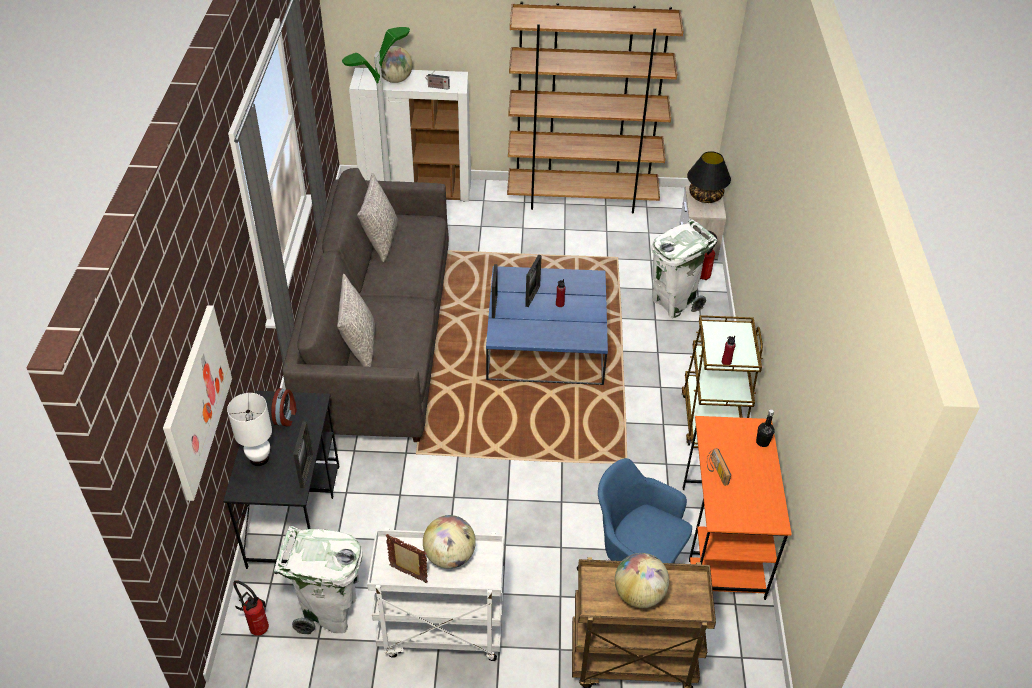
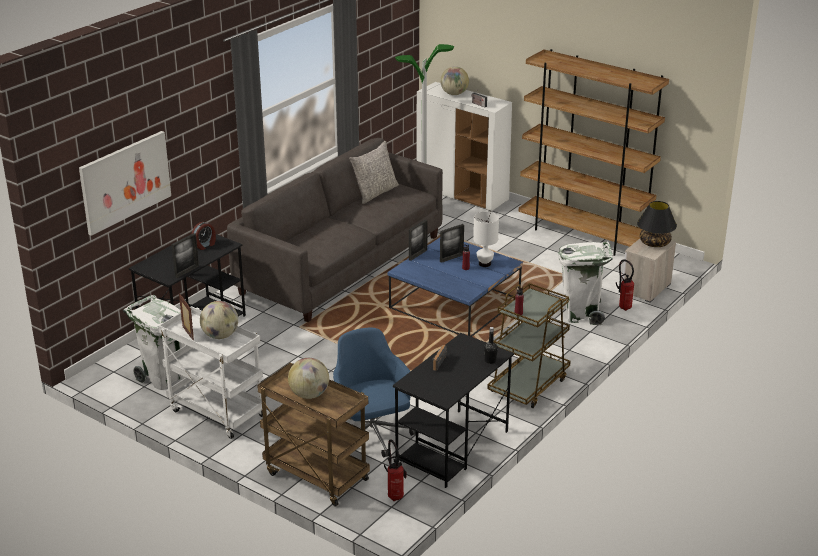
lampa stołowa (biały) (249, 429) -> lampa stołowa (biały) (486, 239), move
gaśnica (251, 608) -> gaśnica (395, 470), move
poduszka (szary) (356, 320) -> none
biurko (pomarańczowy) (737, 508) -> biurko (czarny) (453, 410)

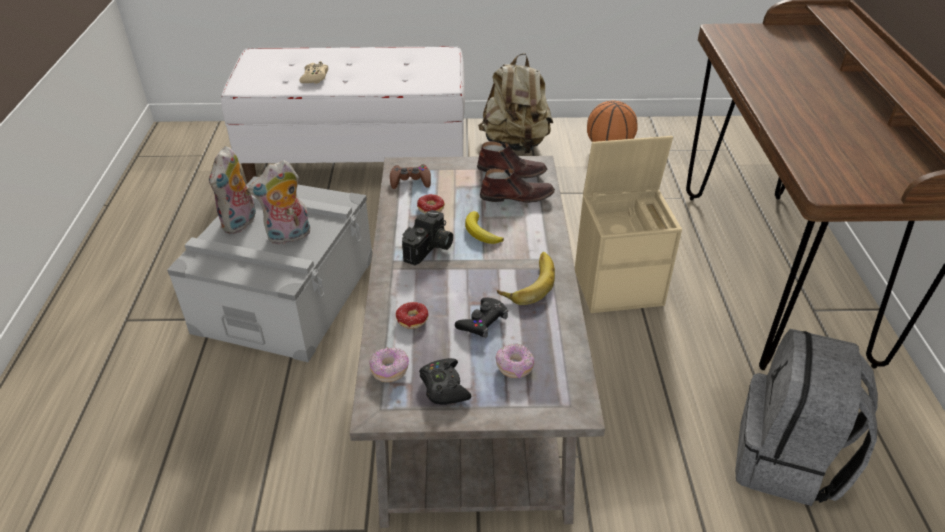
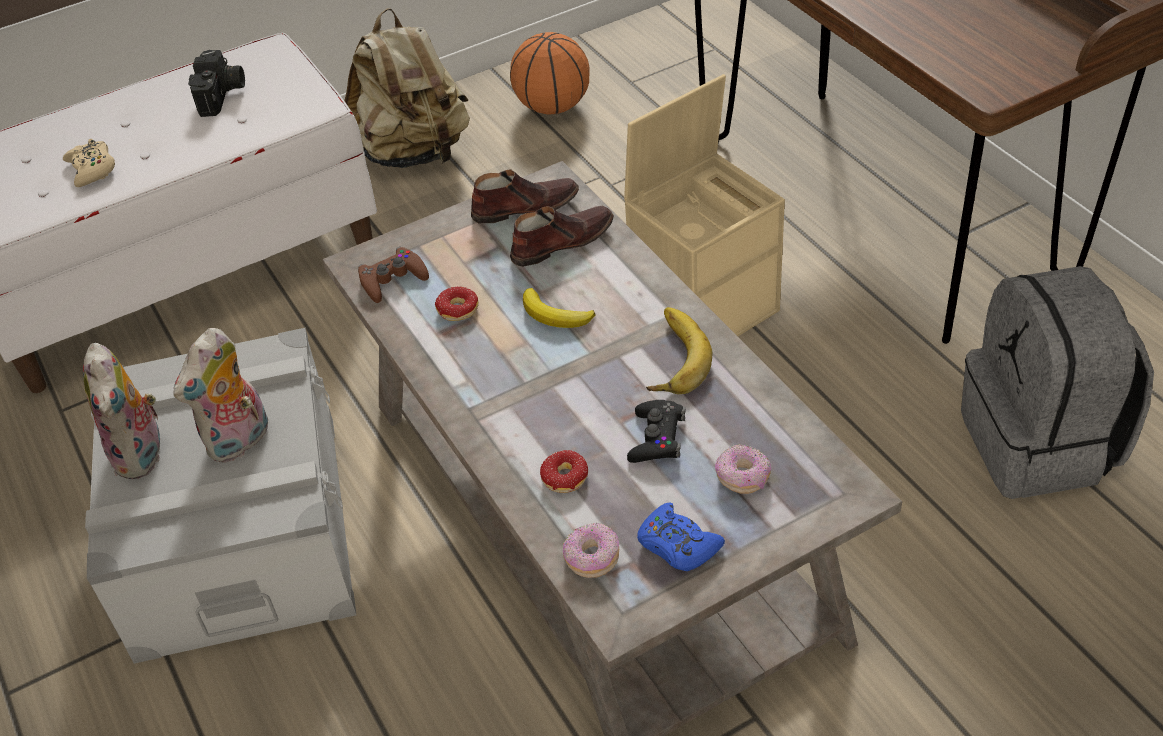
aparat fotograficzny (427, 237) -> aparat fotograficzny (216, 83), move
pad do gier (czarny) (445, 381) -> pad do gier (niebieski) (681, 536)

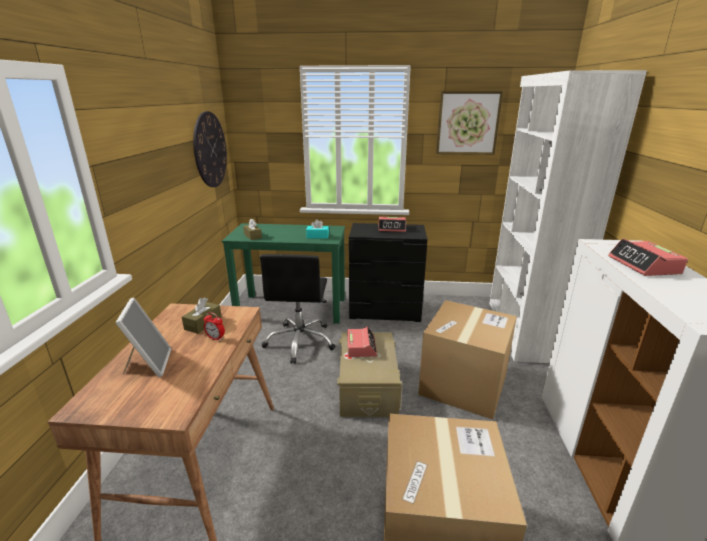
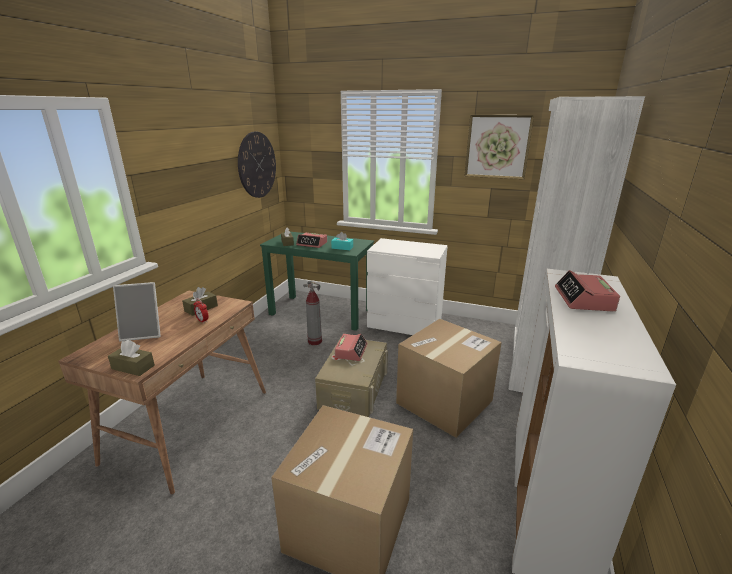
ramka na zdjęcie (143, 337) -> ramka na zdjęcie (137, 311), 75 degrees clockwise
krzesło biurowe (czarny) (298, 309) -> gaśnica (312, 313)
komoda (czarny) (388, 272) -> komoda (biały) (407, 286)
budzik (392, 224) -> budzik (311, 240), move
none -> pudełko chusteczek (brązowy) (131, 358)

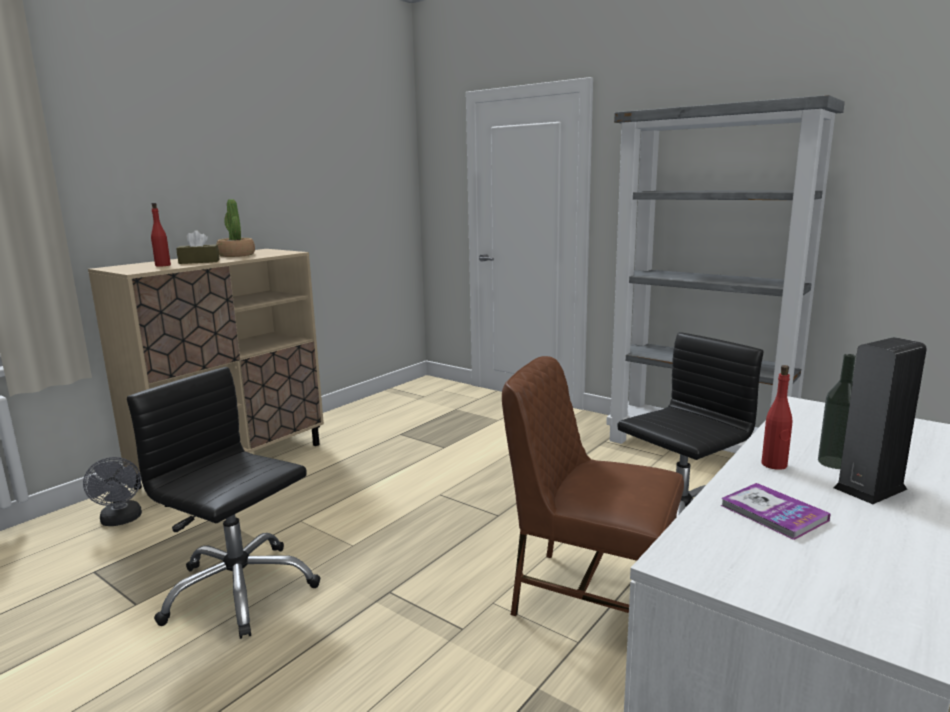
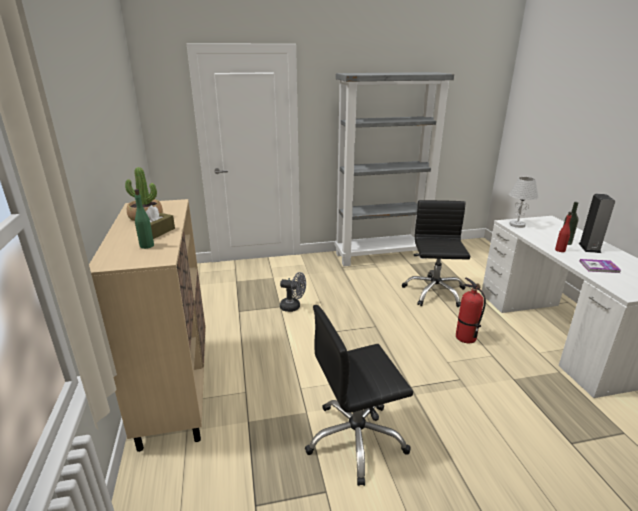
wentylator (szary) (112, 491) -> wentylator (szary) (293, 292), move
butelka (czerwony) (161, 235) -> butelka (zielony) (144, 219)
krzesło (brązowy) (593, 486) -> gaśnica (471, 310)
none -> lampa stołowa (biały) (523, 202)

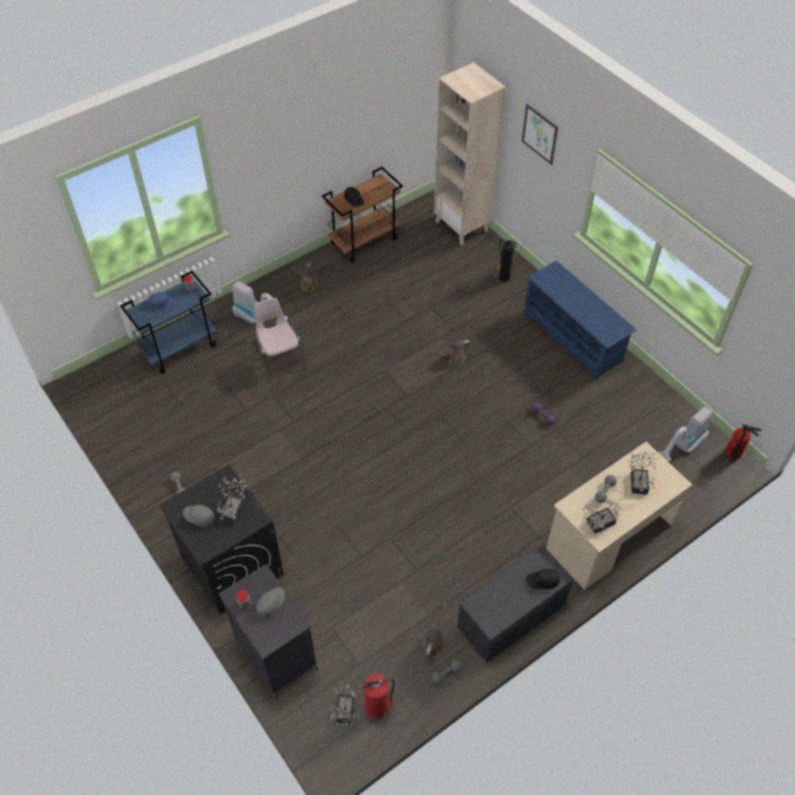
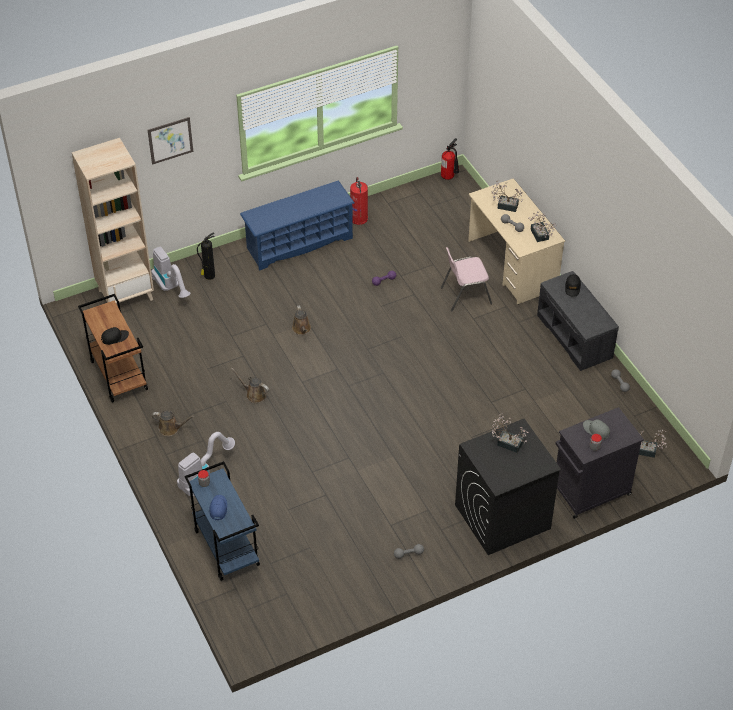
czapka z daszkiem (szary) (199, 516) -> none
krzesło (różowy) (281, 340) -> krzesło (różowy) (466, 279), move
gaśnica (378, 696) -> gaśnica (359, 201), move
konewka (brązowy) (433, 630) -> konewka (brązowy) (250, 385), move
odkurzacz (685, 434) -> odkurzacz (171, 272), move

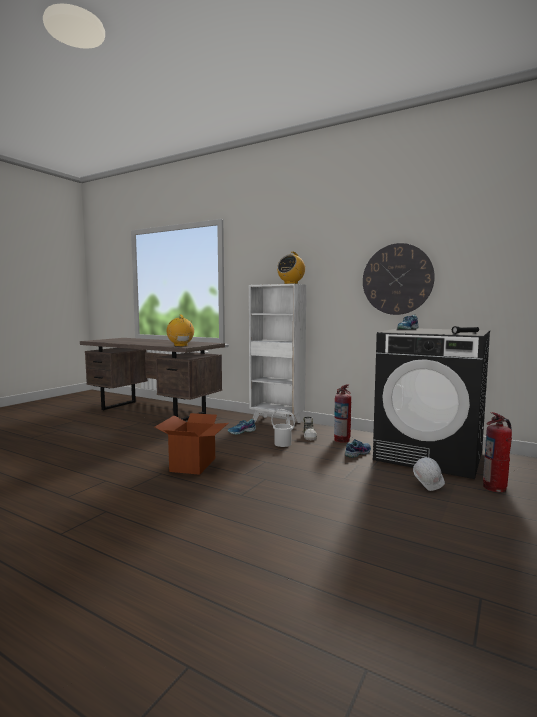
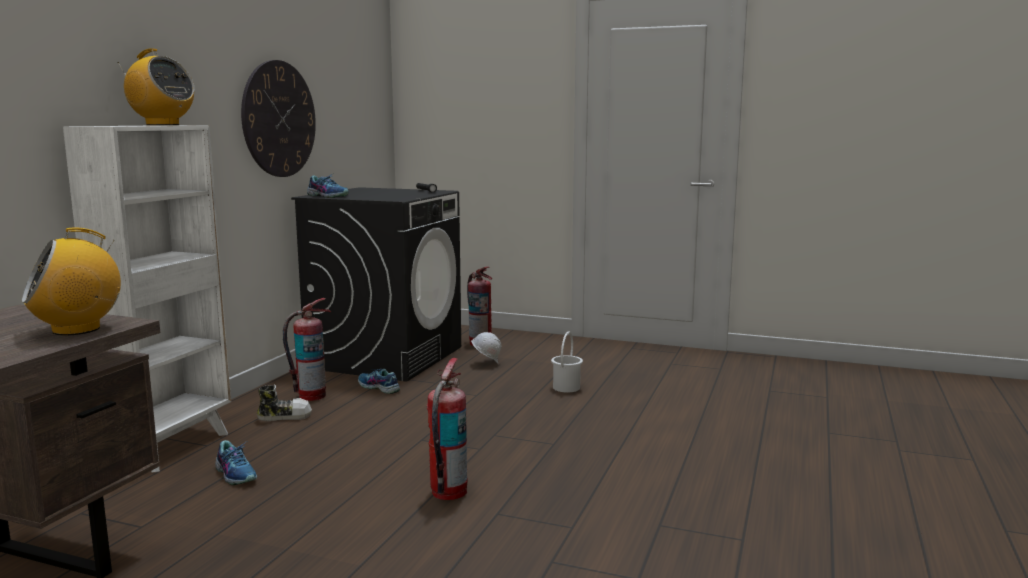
karton (191, 444) -> gaśnica (447, 429)
wiadro (biały) (283, 428) -> wiadro (biały) (567, 361), move

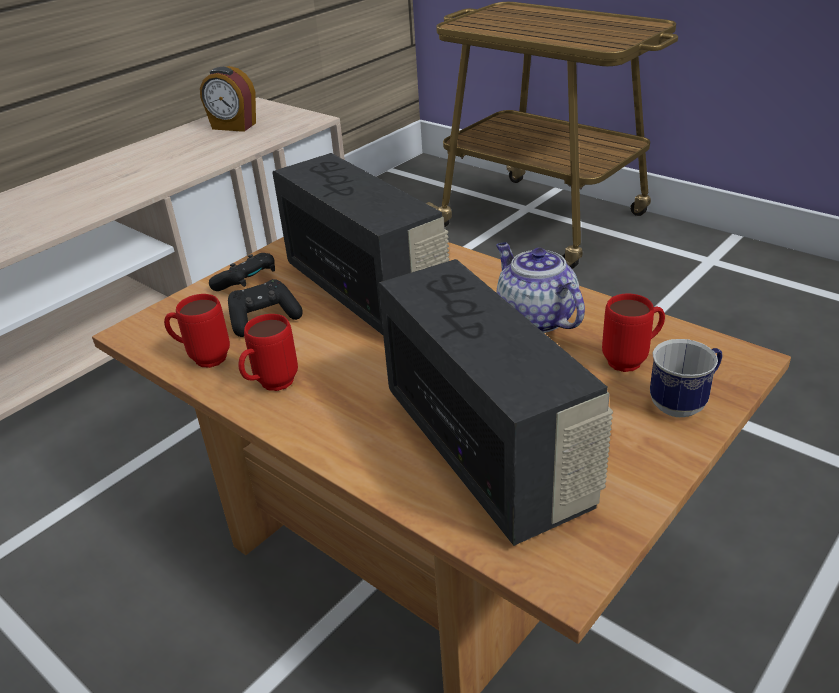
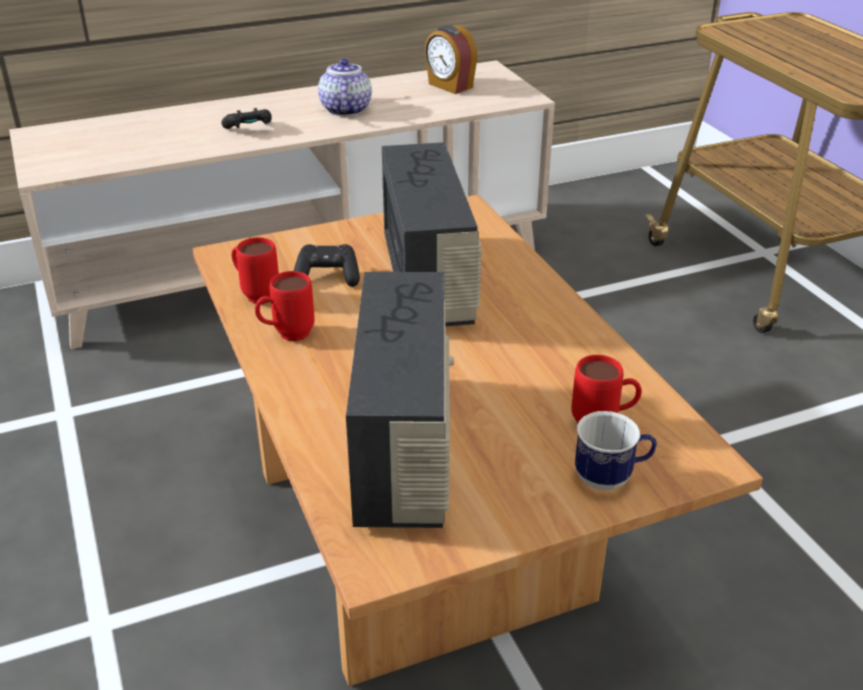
pad do gier (czarny) (242, 272) -> pad do gier (czarny) (246, 118), move
imbryk (540, 287) -> imbryk (345, 87), move

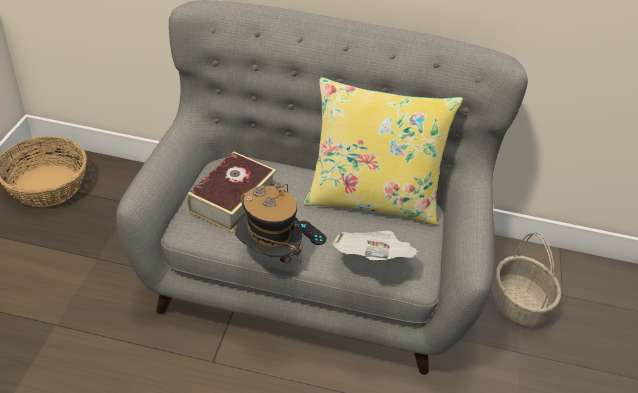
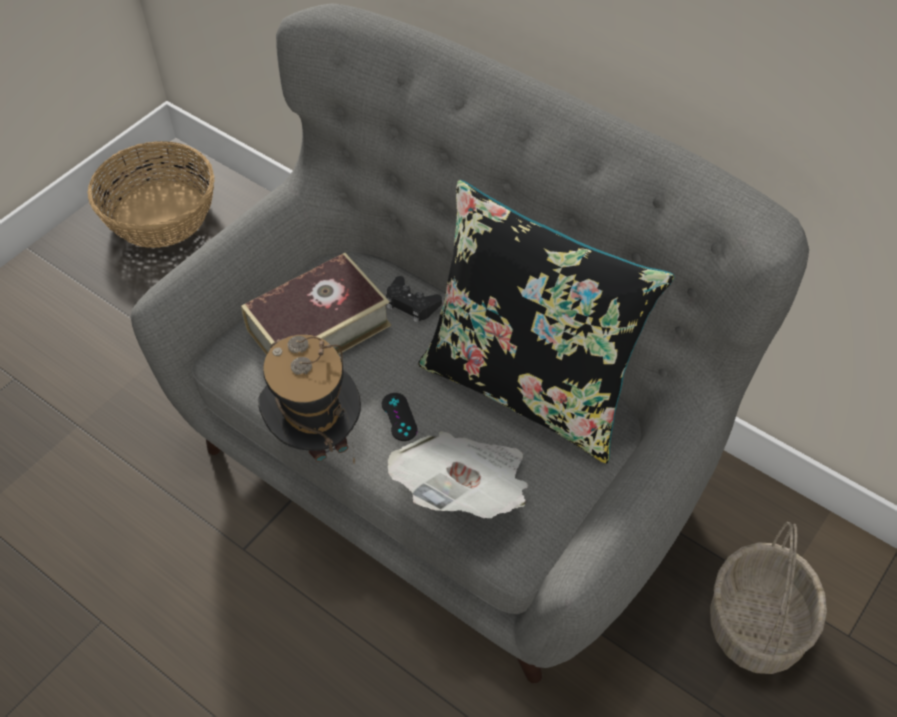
poduszka (żółty) (383, 151) -> poduszka (czarny) (546, 322)
none -> pad do gier (czarny) (414, 299)

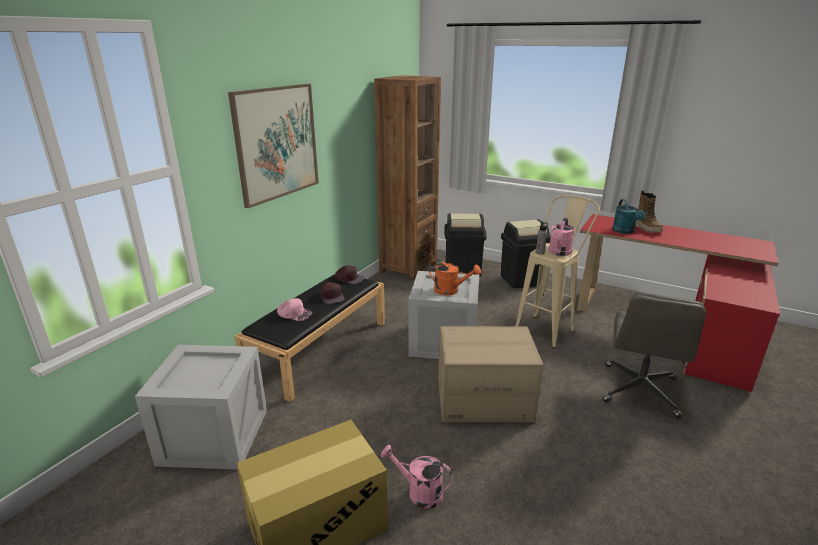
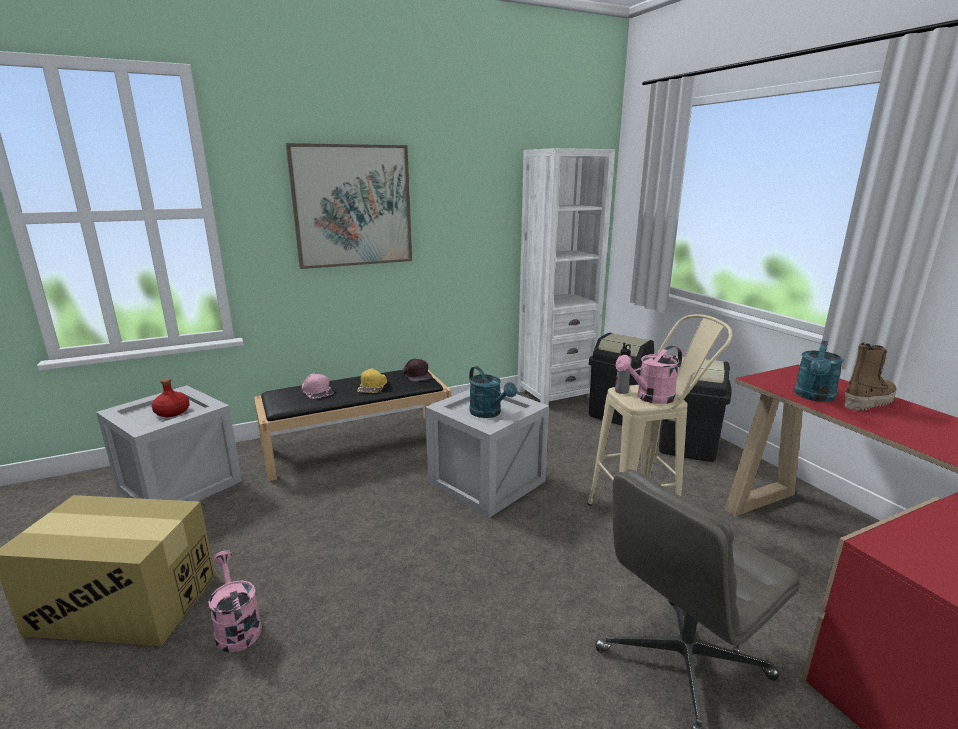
czapka z daszkiem (brązowy) (332, 293) -> czapka z daszkiem (żółty) (372, 380)
regał (brązowy) (407, 178) -> regał (biały) (566, 276)
konewka (pomarańczowy) (454, 277) -> konewka (turkusowy) (493, 392)
karton (490, 374) -> none
but z cholewką (649, 211) -> but z cholewką (870, 377), 135 degrees counterclockwise
none -> butelka (czerwony) (171, 397)

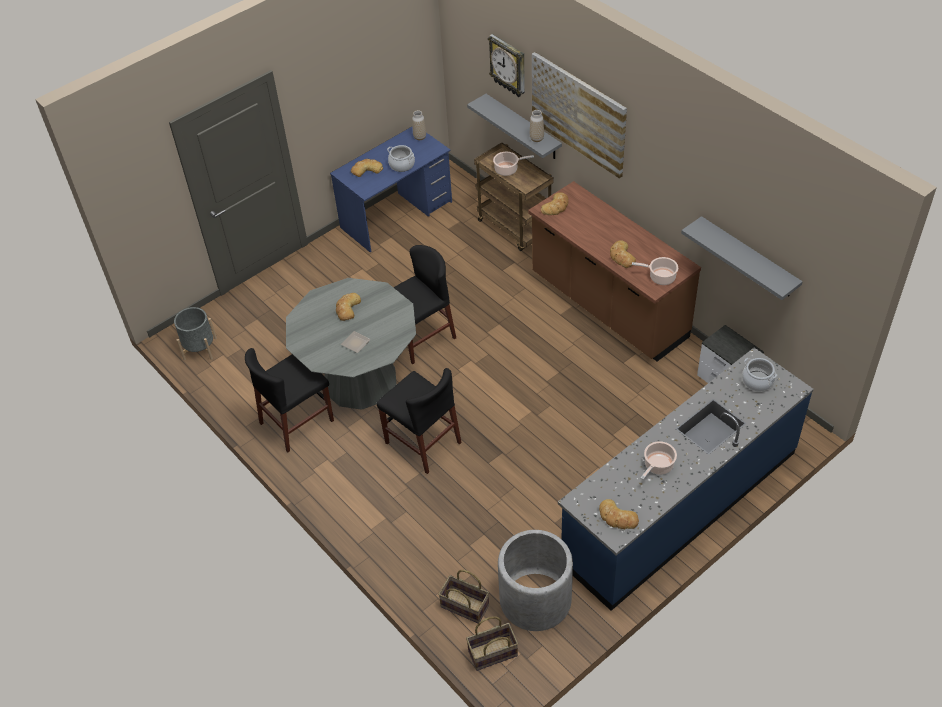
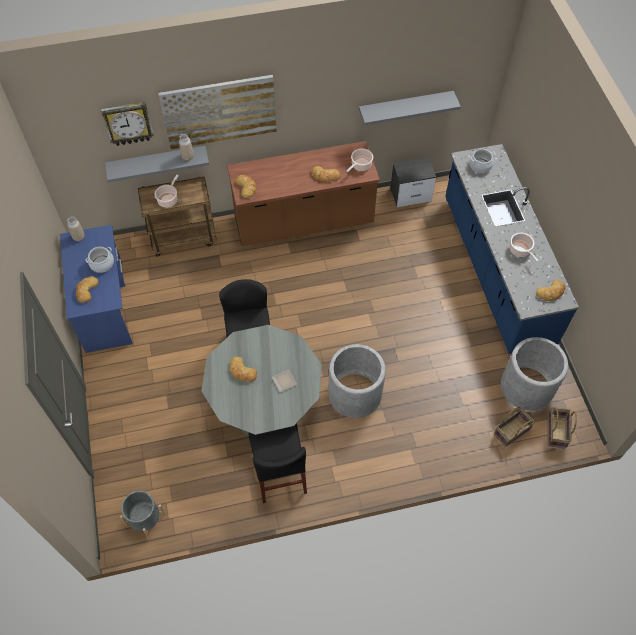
krzesło (czarny) (419, 421) -> donica (szary) (357, 381)

